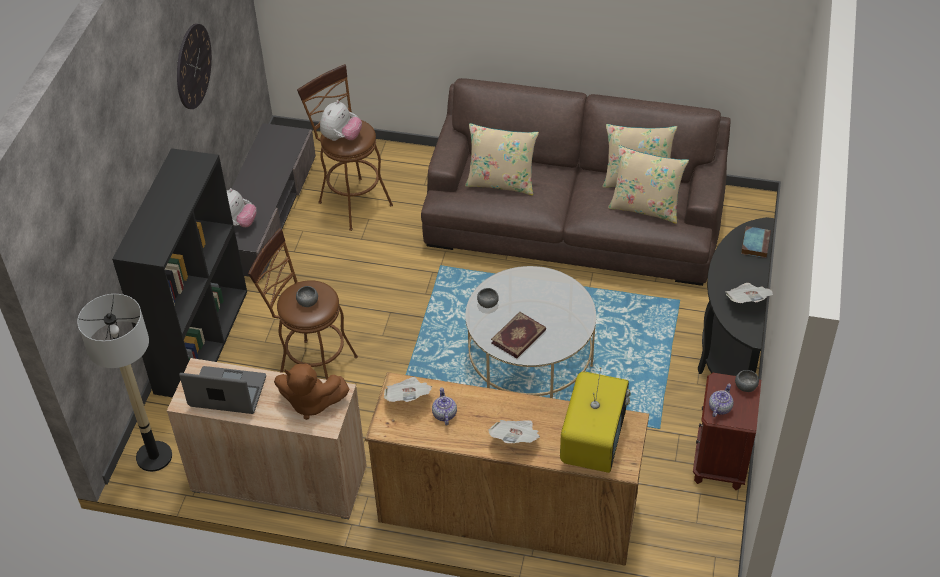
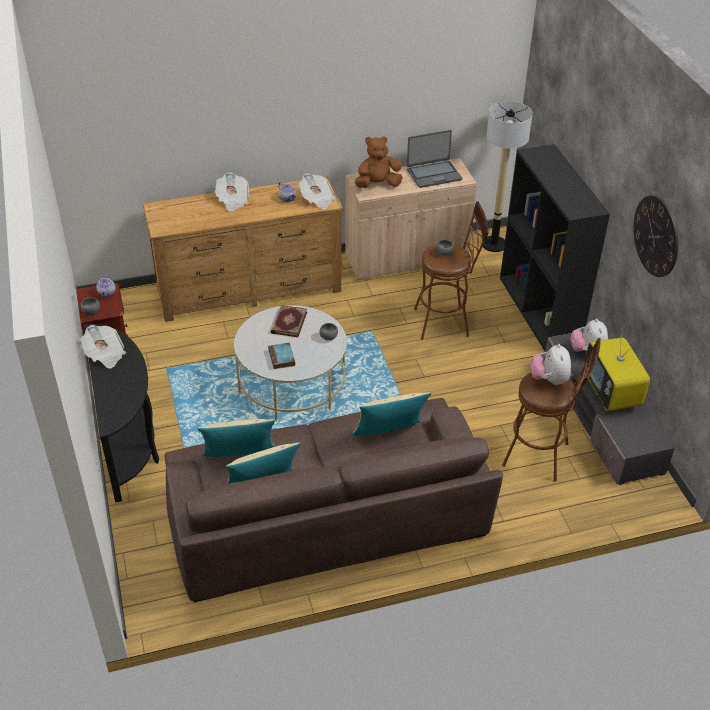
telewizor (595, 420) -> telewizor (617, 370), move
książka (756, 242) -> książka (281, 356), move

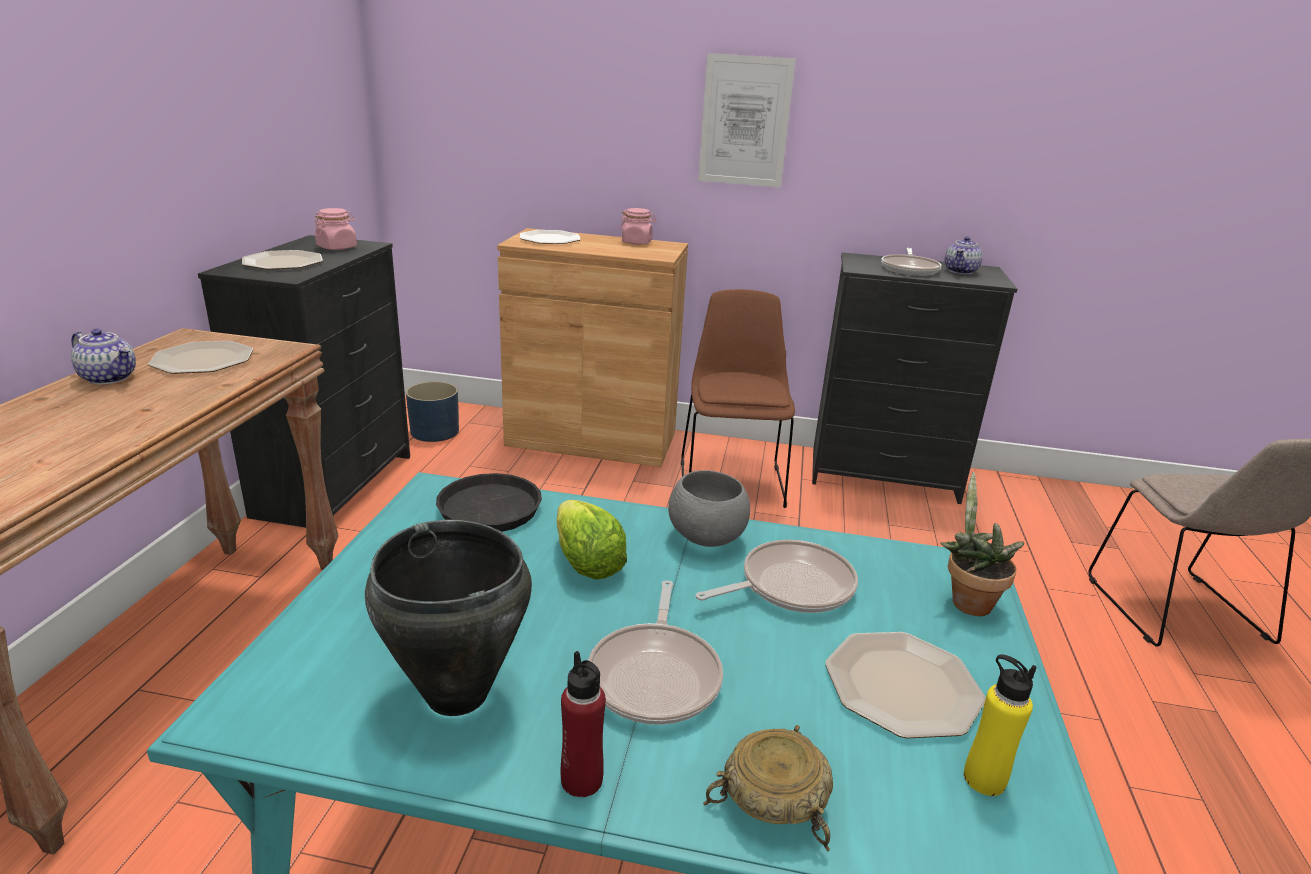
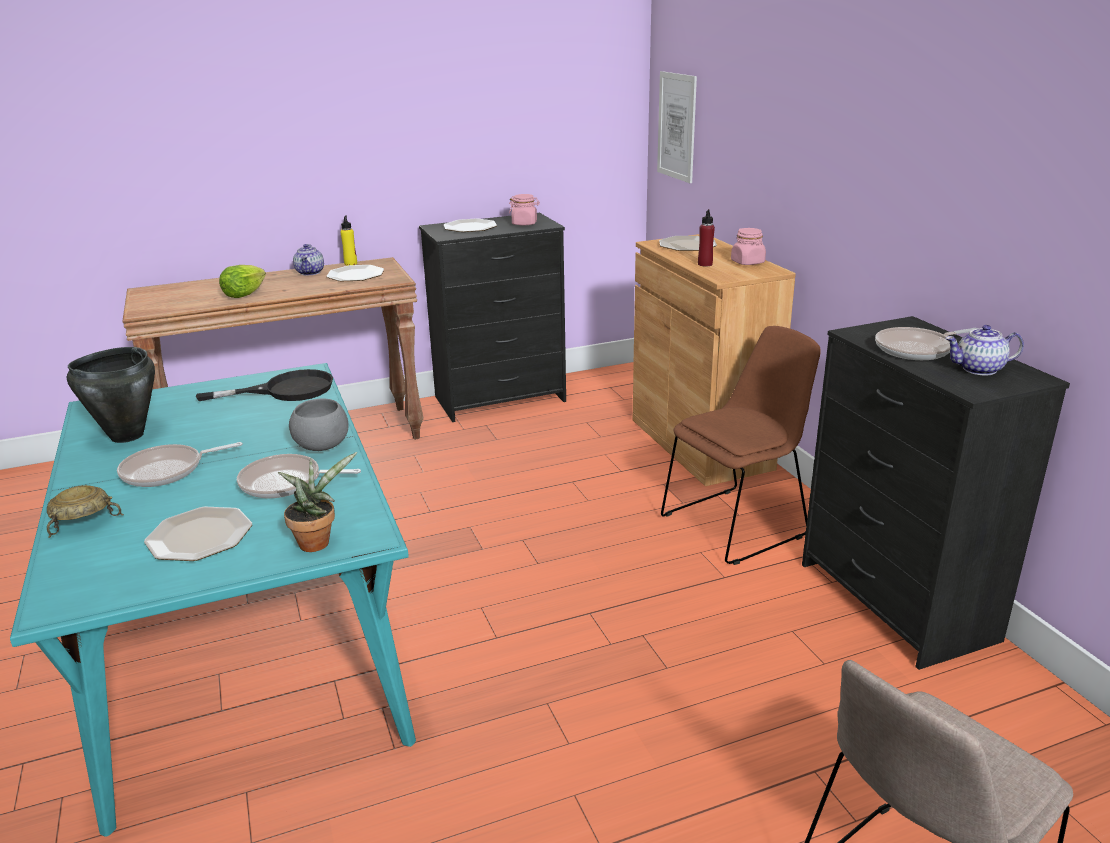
donica (niebieski) (432, 412) -> none
sałata (592, 540) -> sałata (242, 281), move
butelka (czerwony) (583, 724) -> butelka (czerwony) (706, 237), move
patelnia (777, 576) -> patelnia (299, 476), 150 degrees clockwise
obraz (747, 120) -> obraz (677, 127), move
butelka (żółty) (1000, 725) -> butelka (żółty) (348, 240), move

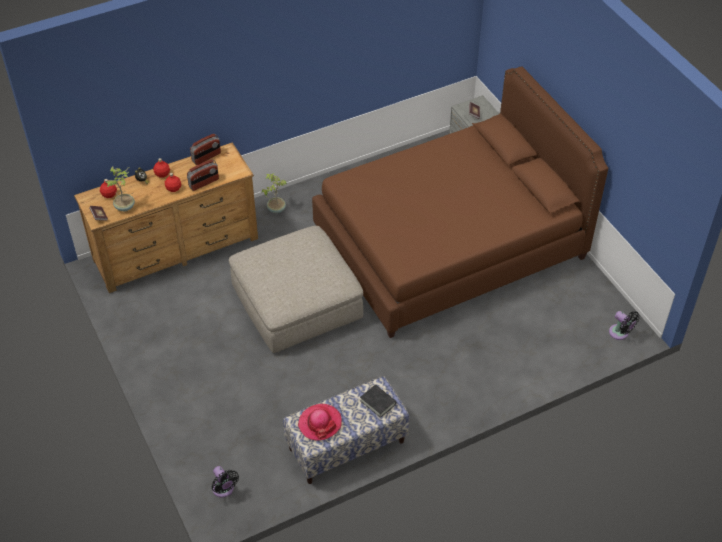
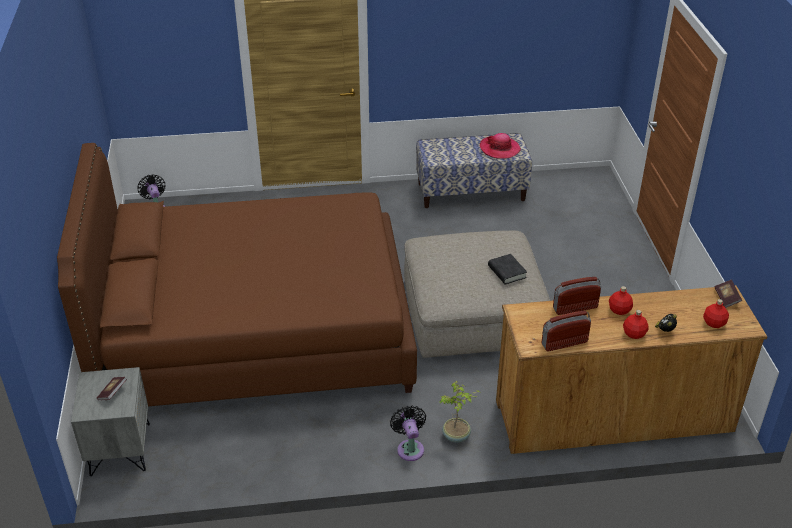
roślina doniczkowa (120, 188) -> none
wentylator (czarny) (225, 482) -> wentylator (czarny) (408, 433), move
książka (czarny) (378, 401) -> książka (czarny) (507, 269), move

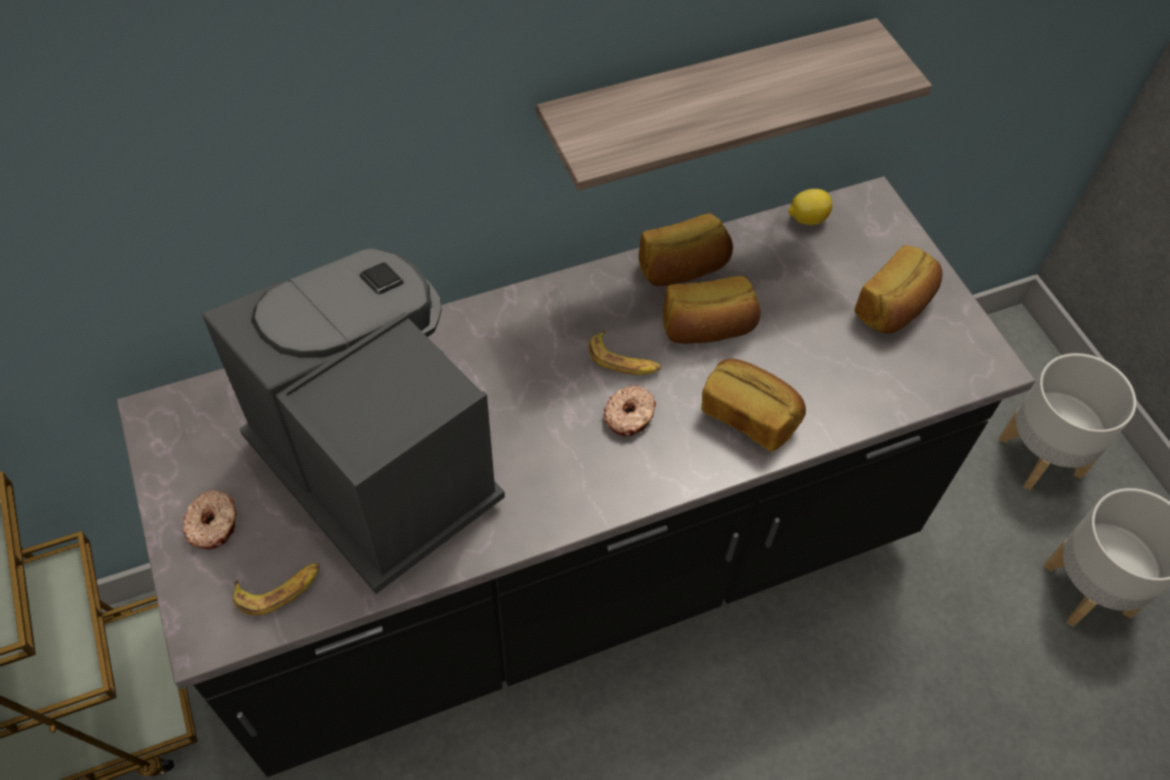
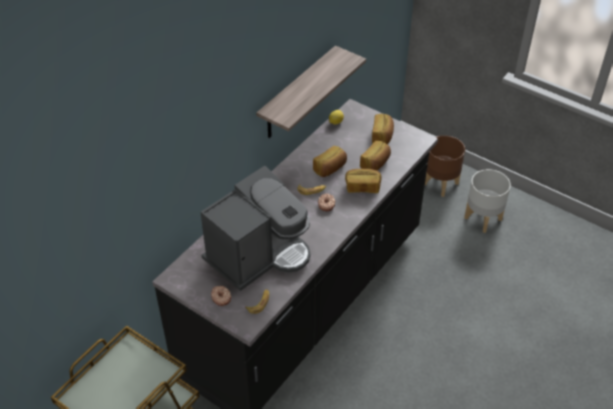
ekspres do kawy (353, 421) -> ekspres do kawy (255, 228), 120 degrees clockwise
chleb (686, 249) -> chleb (375, 155), move
donica (szary) (1067, 421) -> donica (brązowy) (445, 166)

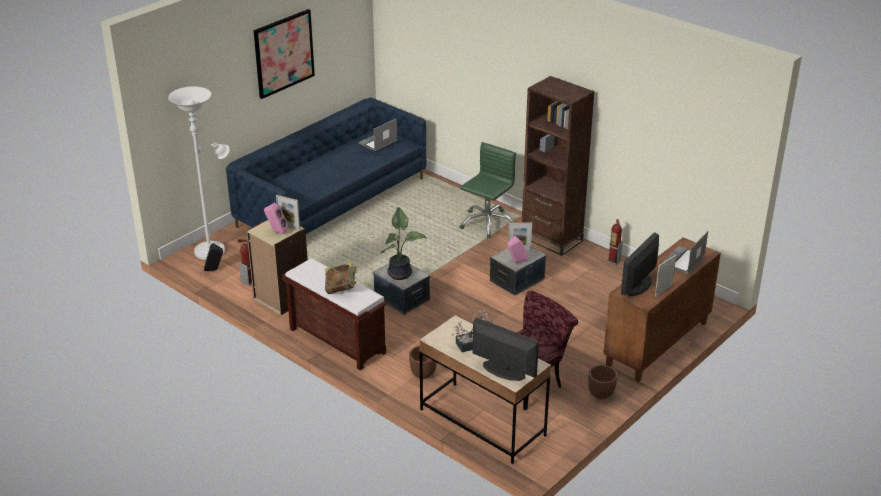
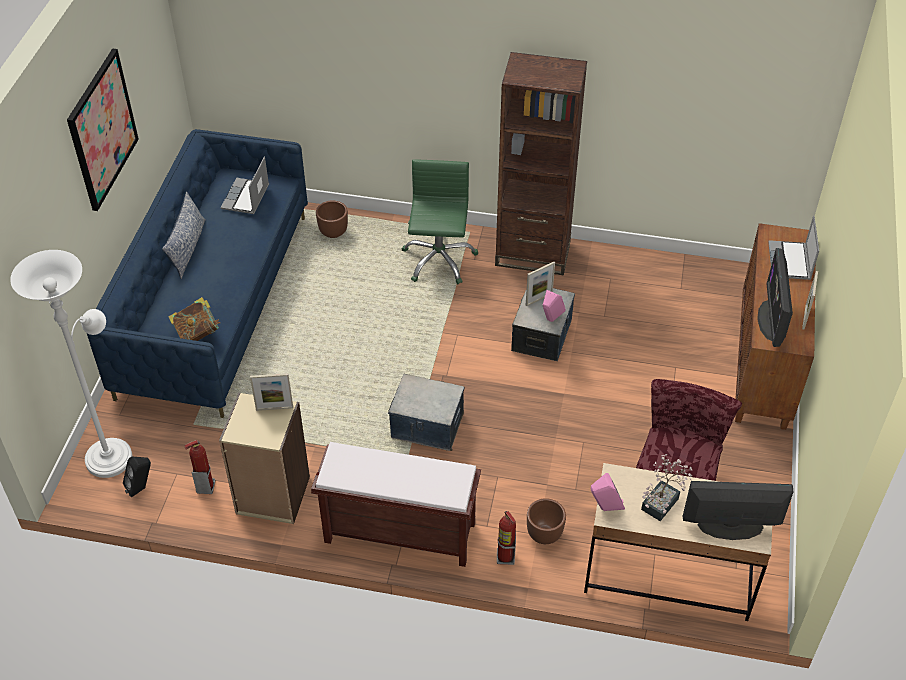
głośnik (różowy) (276, 218) -> głośnik (różowy) (608, 492), move
książka (341, 278) -> książka (194, 319), move
roślina doniczkowa (403, 243) -> none
donica (brązowy) (602, 382) -> donica (brązowy) (332, 219), move
gaśnica (615, 242) -> gaśnica (506, 538), move
none -> poduszka (184, 235)

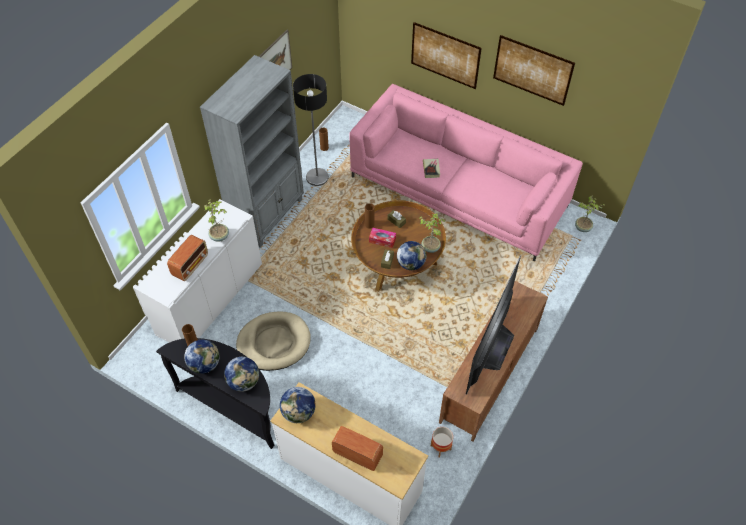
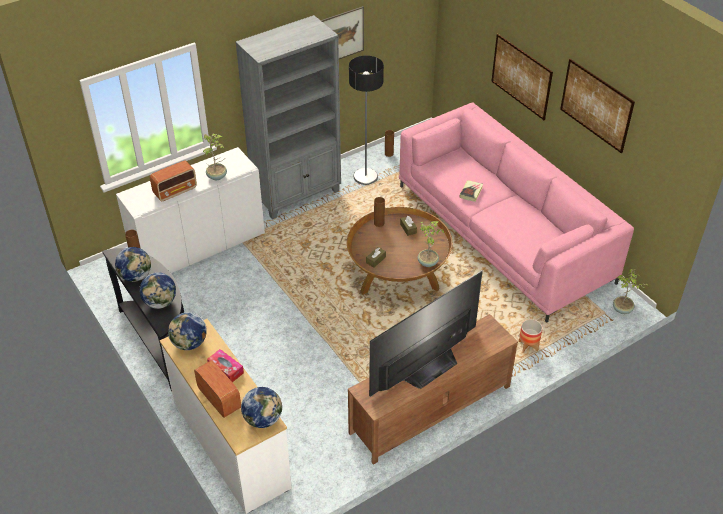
legowisko (beżowy) (273, 341) -> none
pudełko chusteczek (382, 238) -> pudełko chusteczek (225, 365), move
globus (411, 255) -> globus (261, 407), move
donica (442, 442) -> donica (531, 336), move

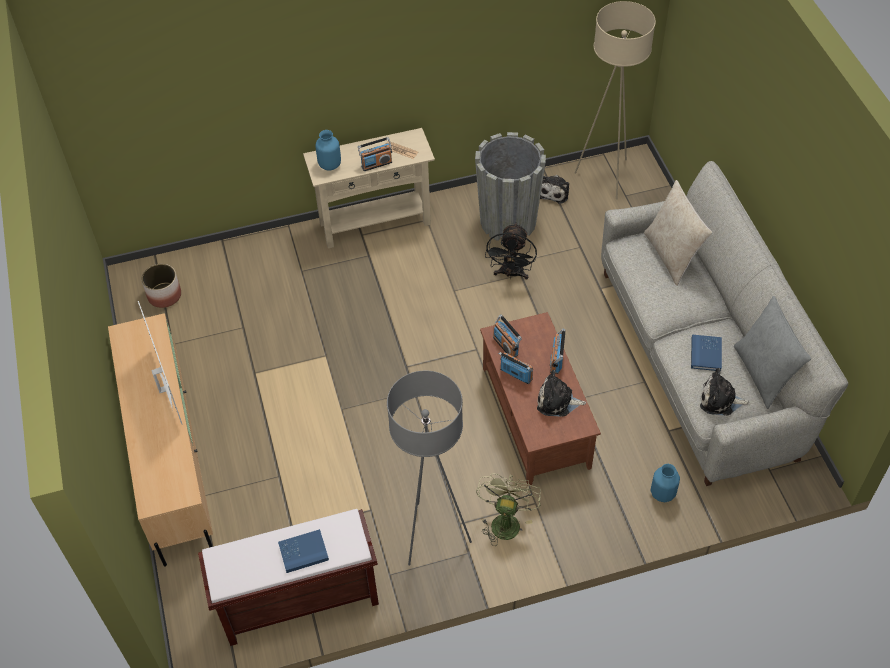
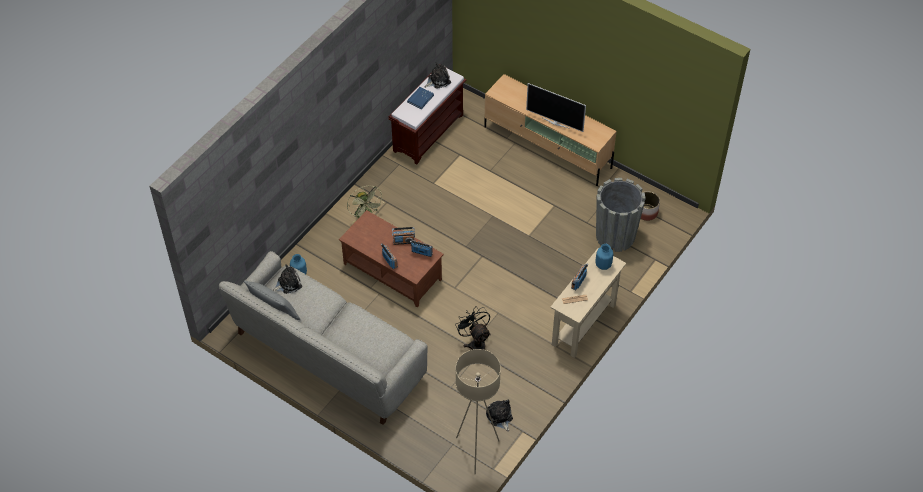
lampa stojąca (szary) (429, 468) -> none
donica (szary) (510, 186) -> donica (szary) (621, 215), move
pluszak (561, 393) -> pluszak (438, 75), move
poduszka (beżowy) (678, 233) -> none
książka (niebieski) (706, 353) -> none

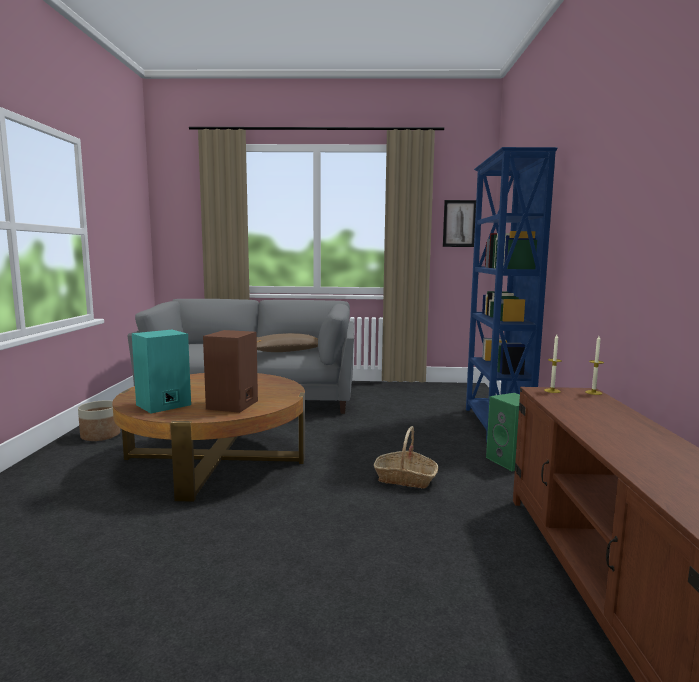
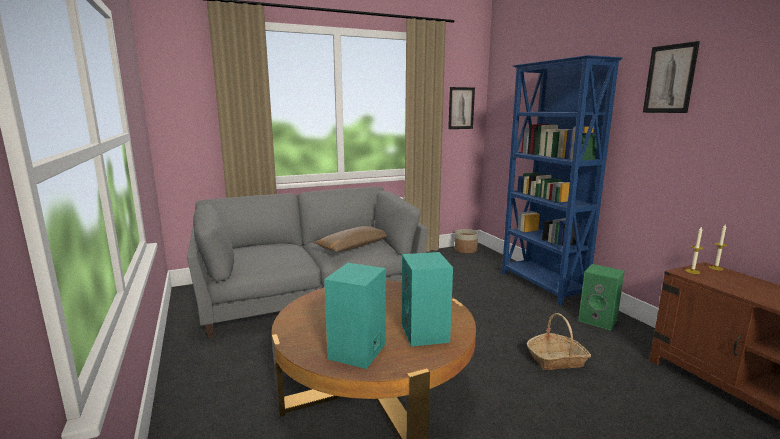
donica (99, 420) -> donica (466, 241), move
głośnik (brązowy) (230, 371) -> głośnik (turkusowy) (427, 299)
none -> obraz (671, 77)

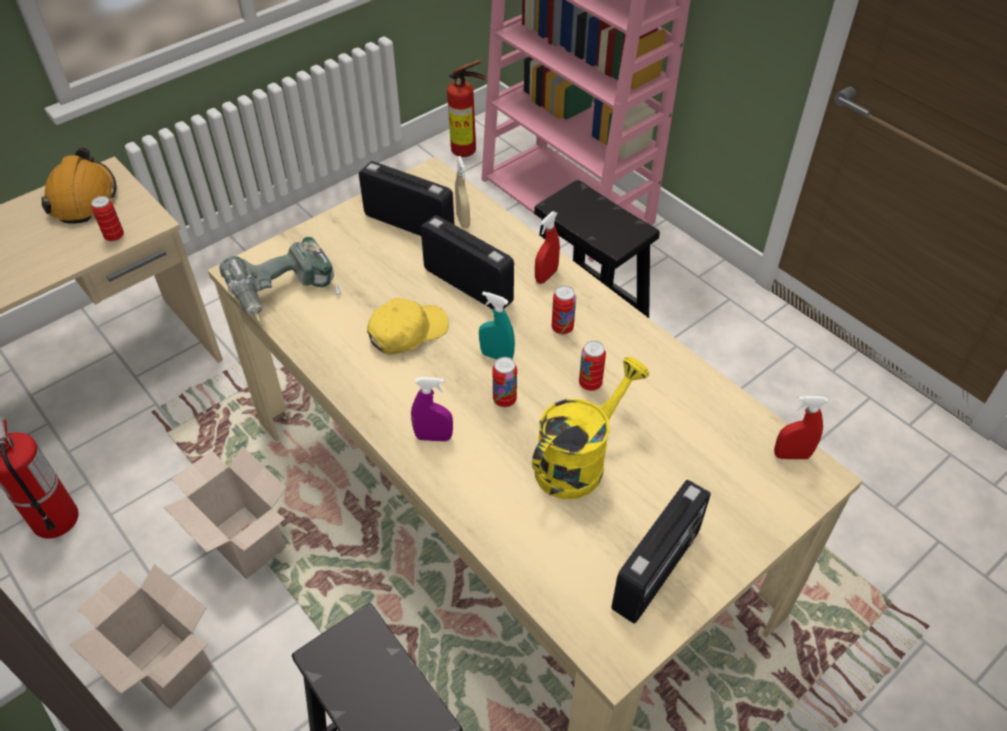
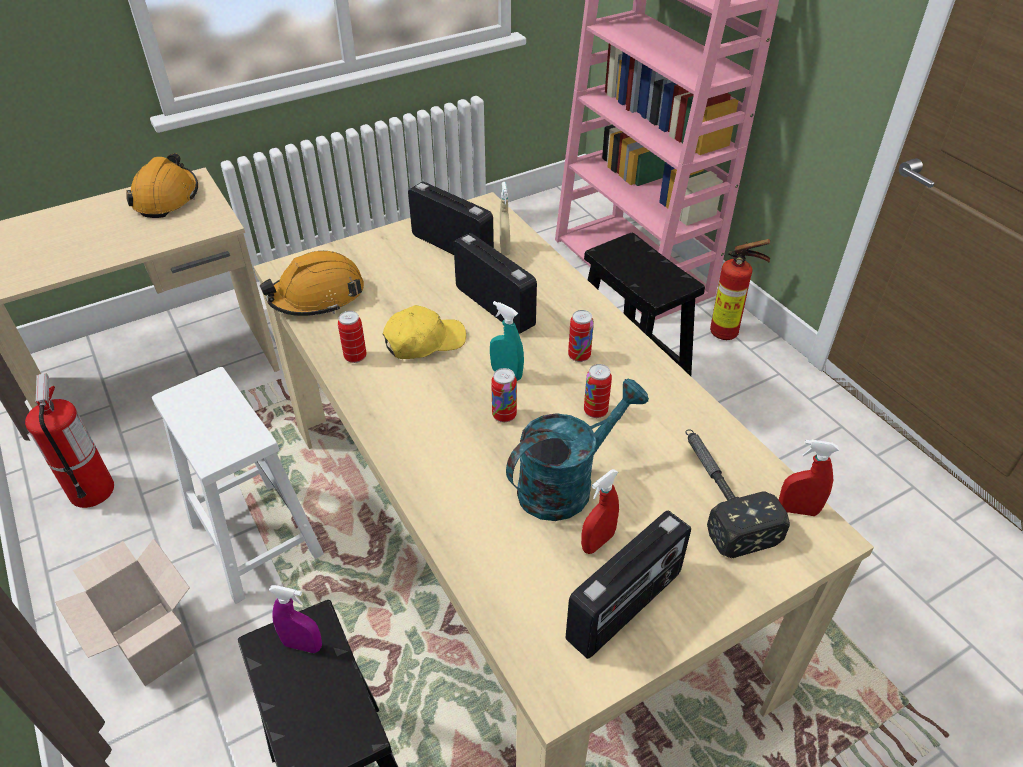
puszka (107, 219) -> puszka (352, 337), move
karton (225, 512) -> stołek (biały) (238, 485)
wiertarka (280, 281) -> kask (pomarańczowy) (312, 283)
spryskiwacz (fioletowy) (432, 409) -> spryskiwacz (fioletowy) (295, 619), move
gaśnica (466, 108) -> gaśnica (740, 289), move
konewka (żółty) (590, 428) -> konewka (turkusowy) (577, 449)
spryskiwacz (czerwony) (547, 248) -> spryskiwacz (czerwony) (600, 511), move
none -> młotek (738, 493)

